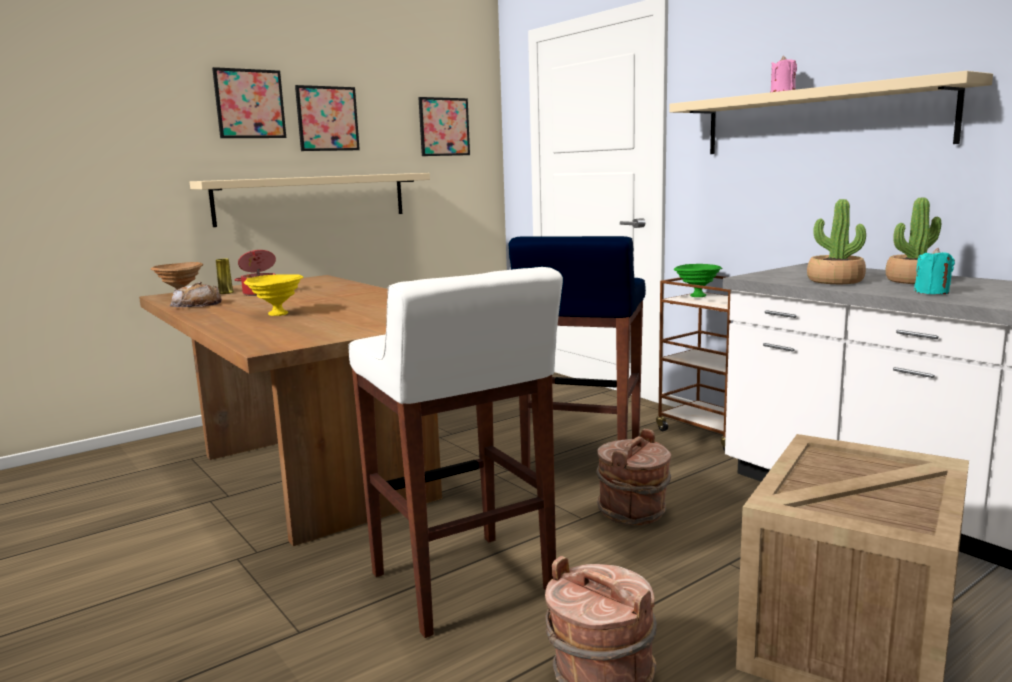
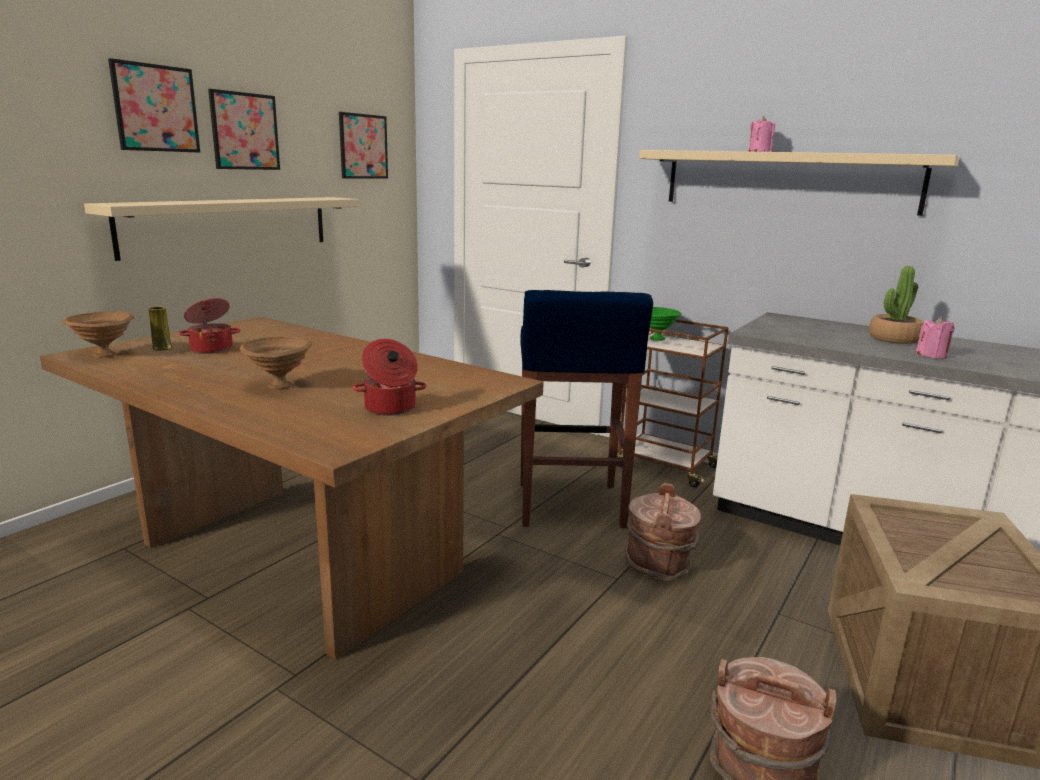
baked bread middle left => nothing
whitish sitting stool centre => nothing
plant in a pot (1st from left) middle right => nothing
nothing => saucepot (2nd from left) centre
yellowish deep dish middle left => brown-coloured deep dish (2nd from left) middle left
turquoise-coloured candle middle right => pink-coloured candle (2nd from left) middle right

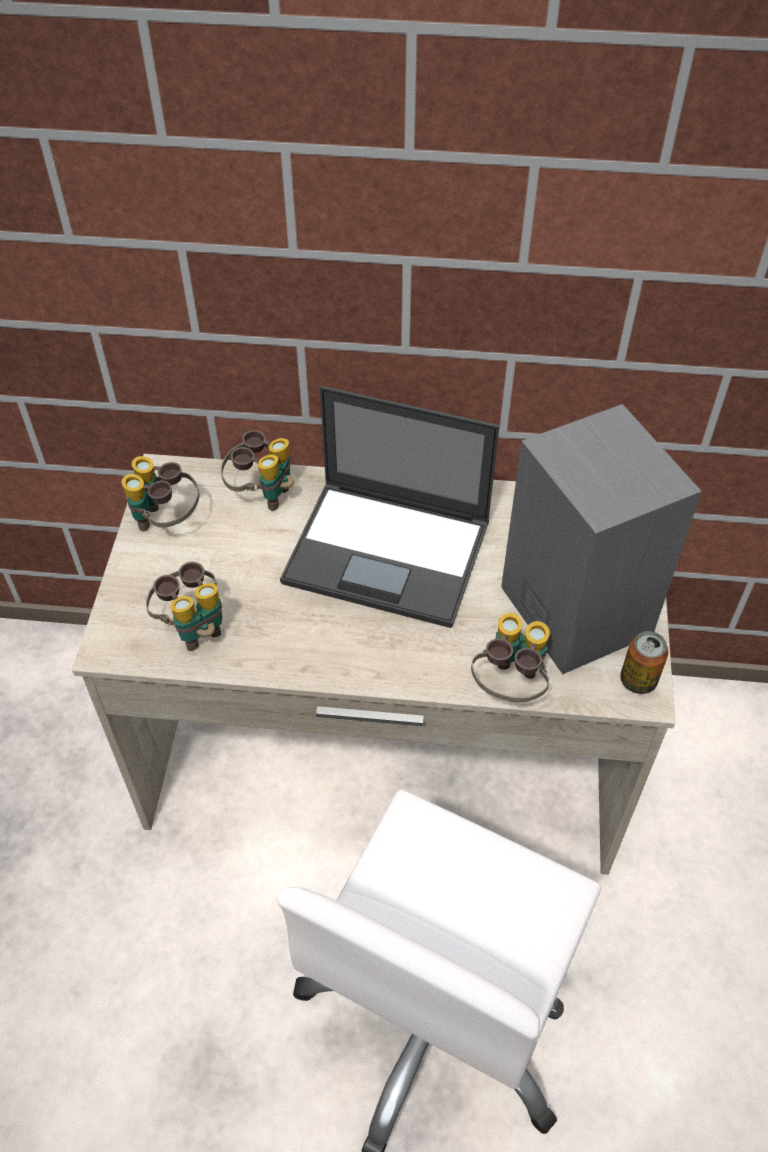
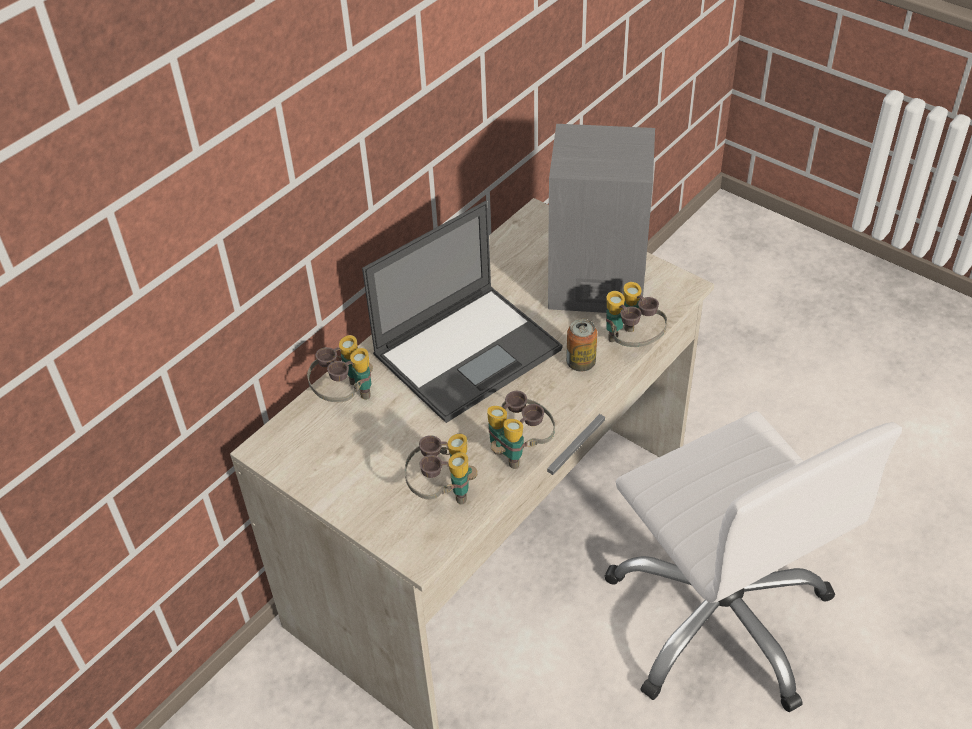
pair of binoculars (1st from left in the first image) middle left => pair of binoculars (3rd from left) centre, move
can middle right => can centre, move

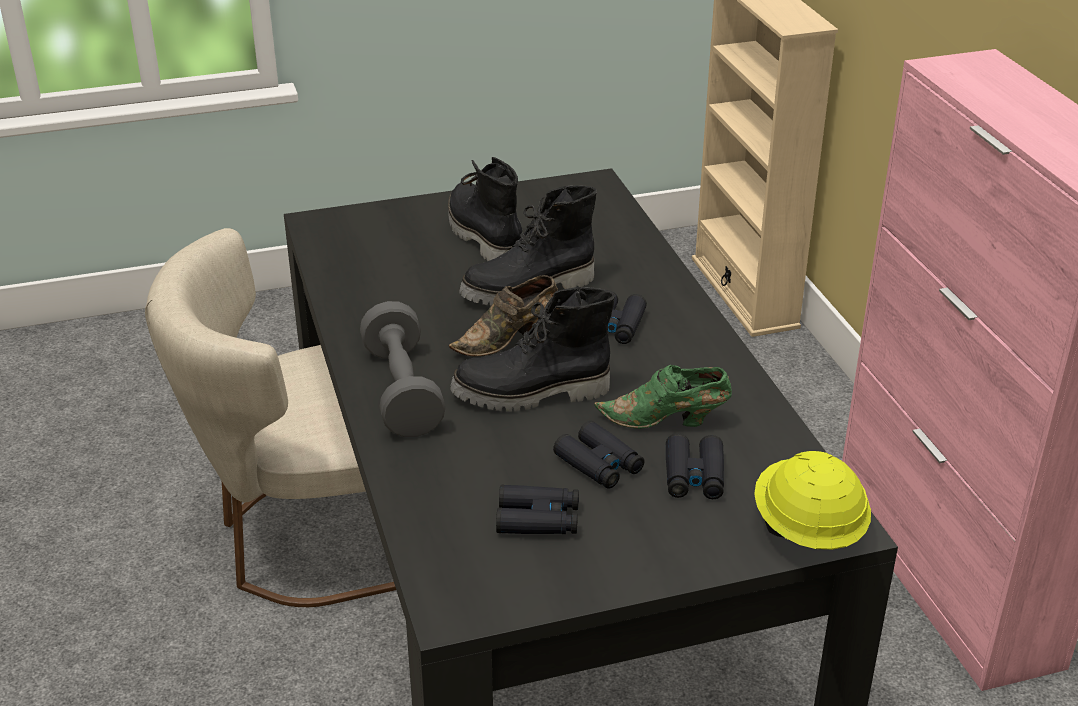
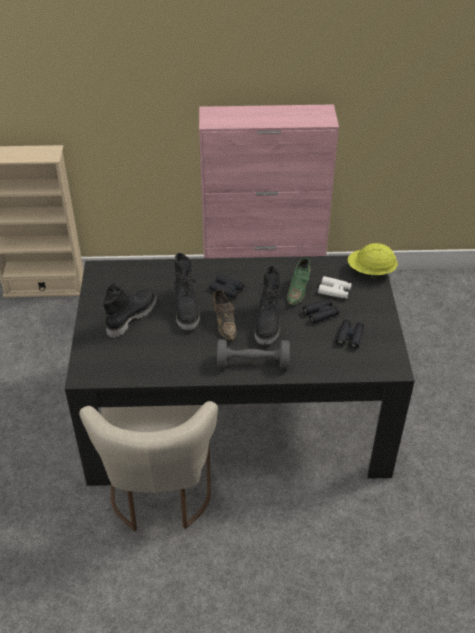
black pair of binoculars (4th from left) centre => whitish pair of binoculars middle right
black boot (1st from left) top centre => black boot (1st from left) middle left, 135 degrees clockwise

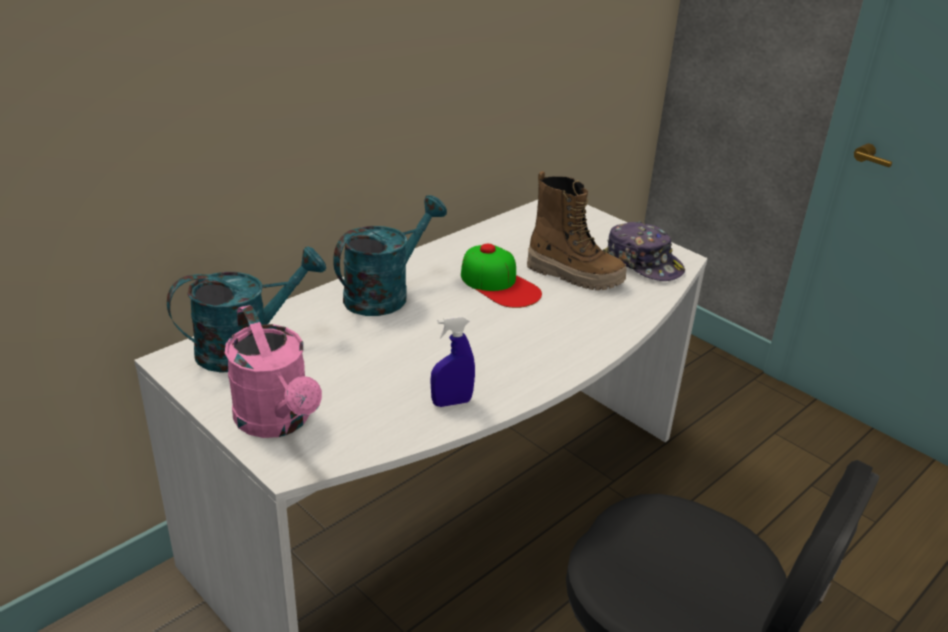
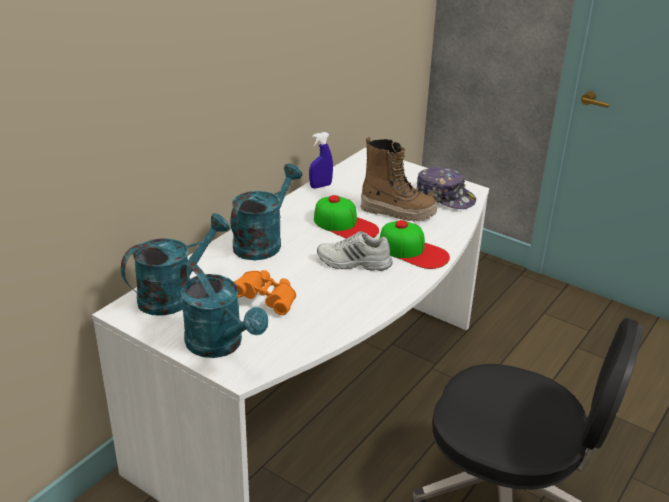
nothing => orange-coloured pair of binoculars centre
nothing => whitish low shoe centre
nothing => baseball cap (2nd from left) centre
blue-coloured spray bottle centre => blue-coloured spray bottle top centre, move
pink-coloured sprinkling can middle left => turquoise-coloured sprinkling can (2nd from left) centre

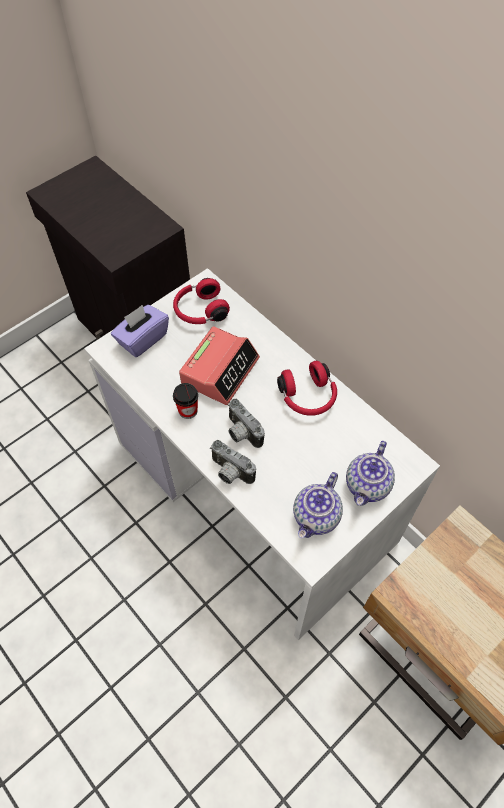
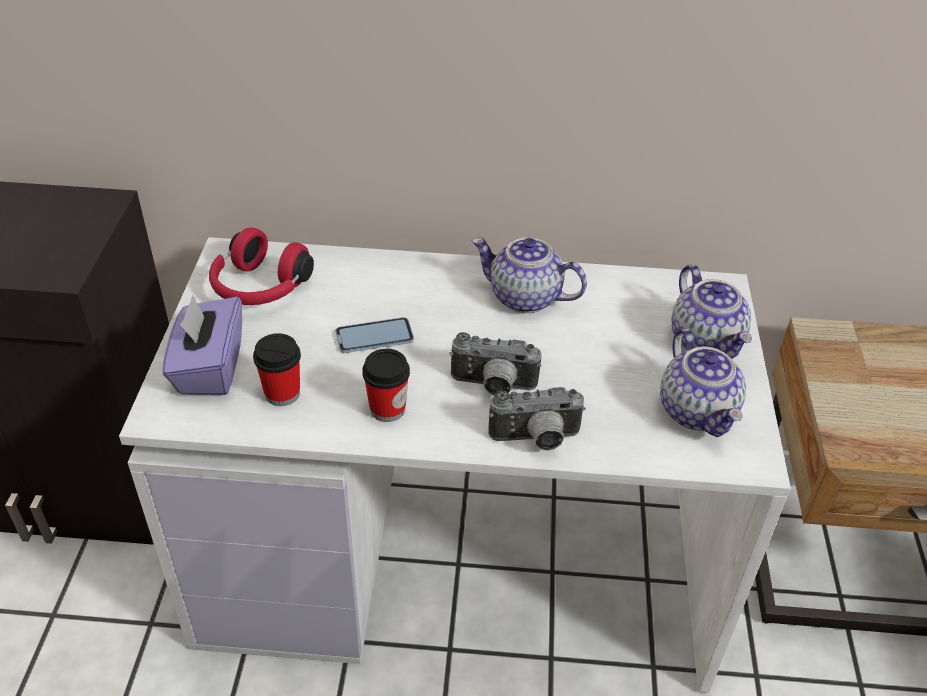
nothing => small cup (1st from left) middle left
bedside clock centre => telephone centre
reddish headset (2nd from left) centre => teapot (1st from left) centre

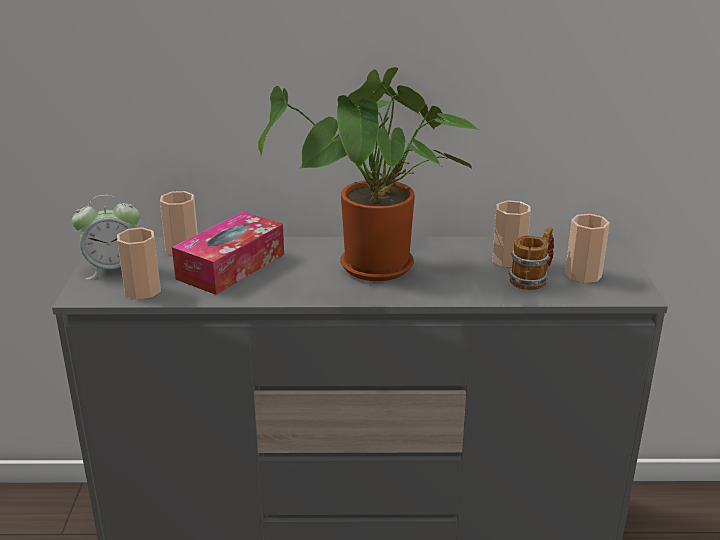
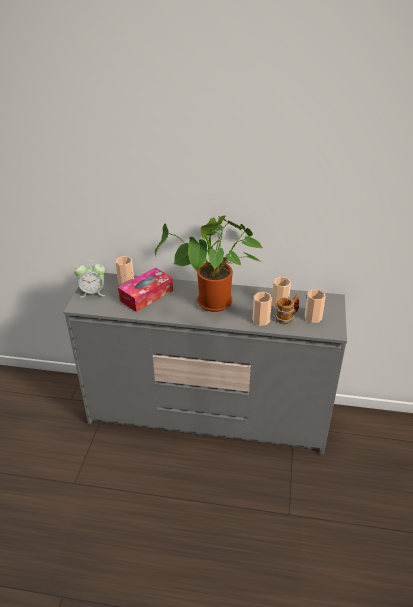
small cup (1st from left in the first image) middle left => small cup (2nd from left) centre, move

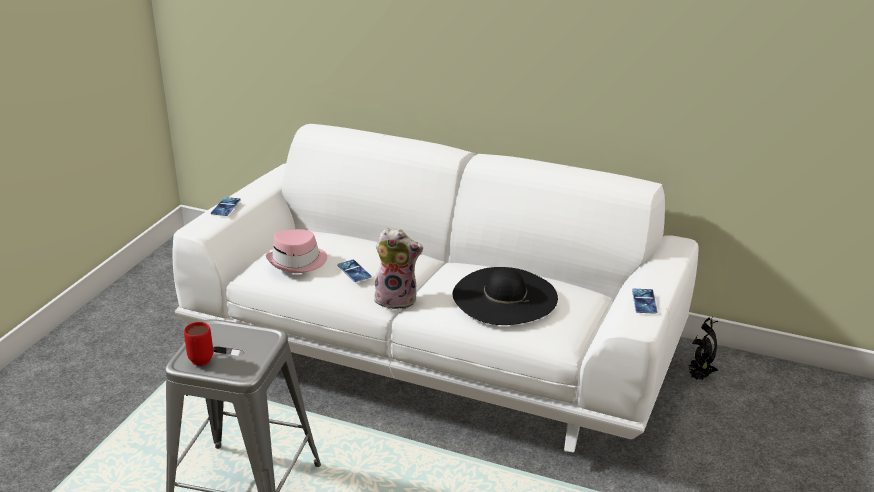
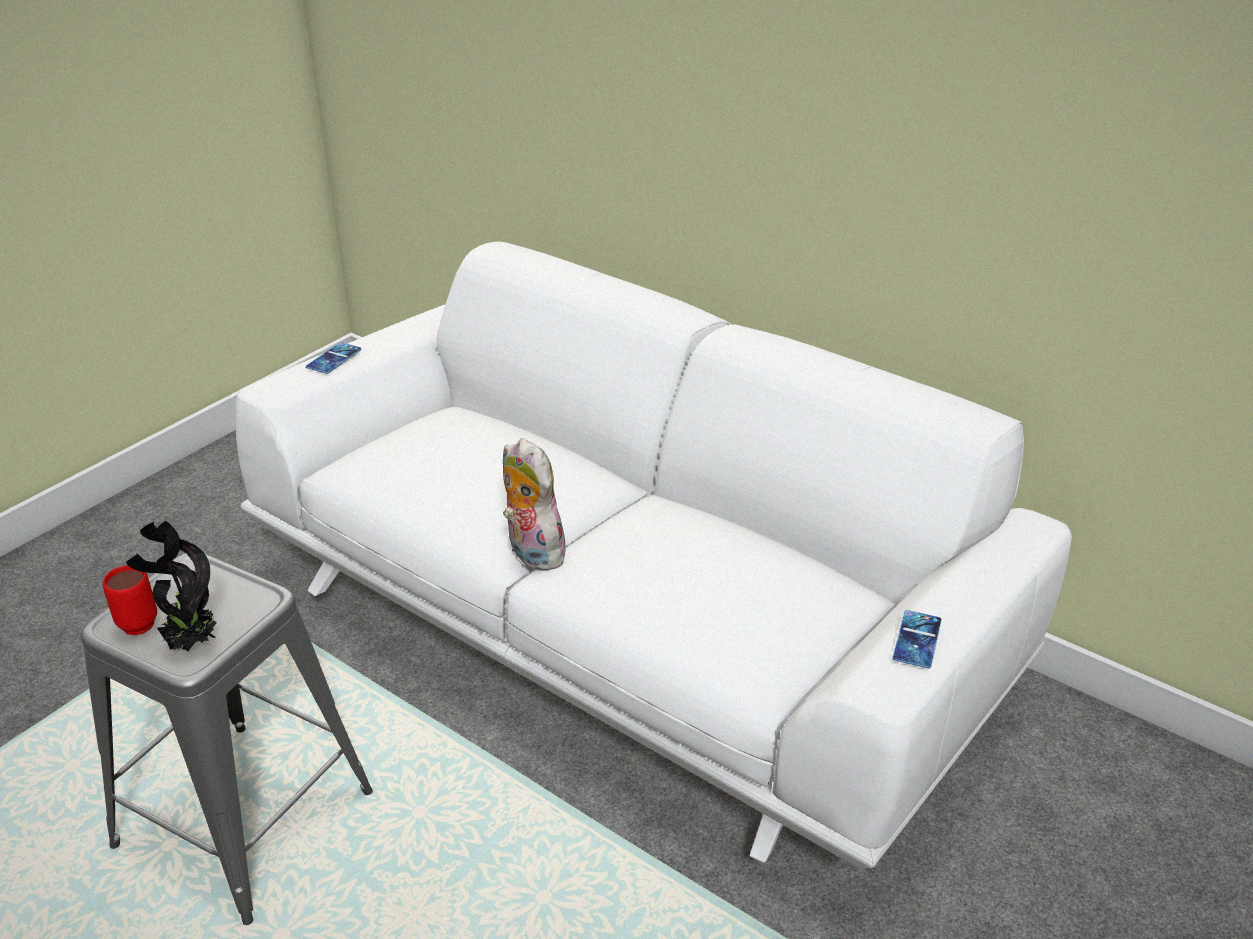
pink-coloured hat centre => nothing
telephone (2nd from left) centre => nothing
black hat centre => nothing
plant in a pot bottom right => plant in a pot middle left, move
cuddly toy centre, 150 degrees counterclockwise

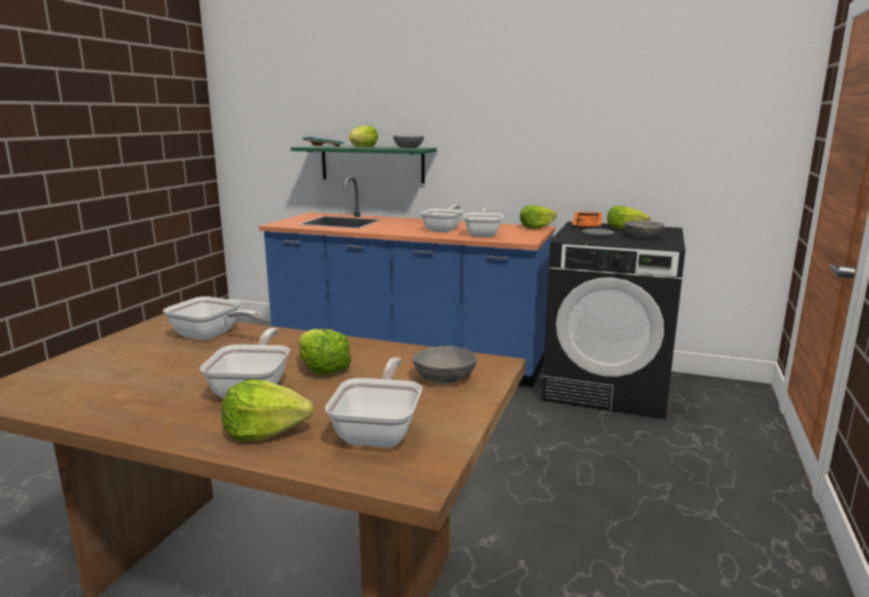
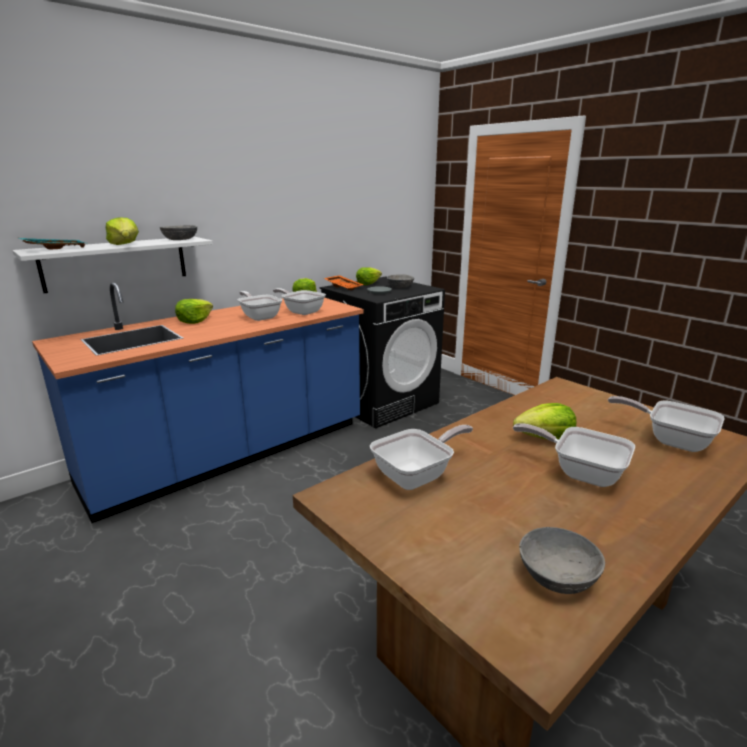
lettuce head (1st from left in the first image) bottom left => lettuce head (2nd from left) middle left, move
grey deep dish (2nd from left in the first image) centre => grey deep dish (3rd from left) bottom right, move
green wall shelf top centre => whitish wall shelf middle left

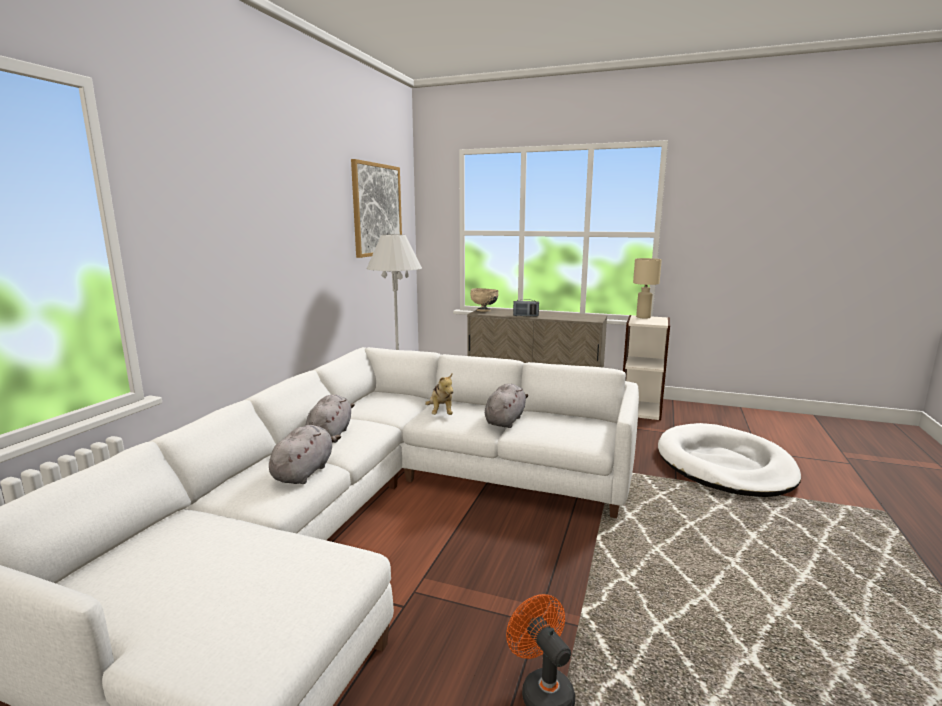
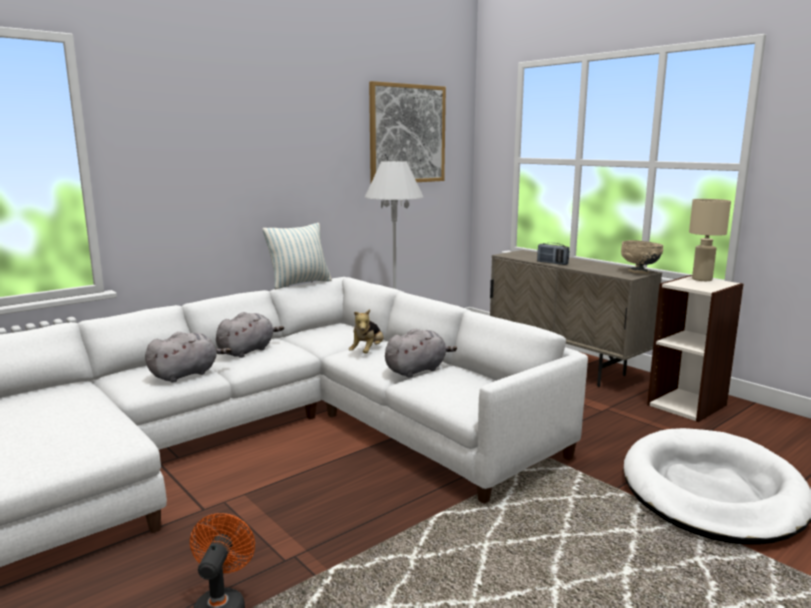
nothing => cushion centre
sand-coloured deep dish centre => sand-coloured deep dish middle right, move

